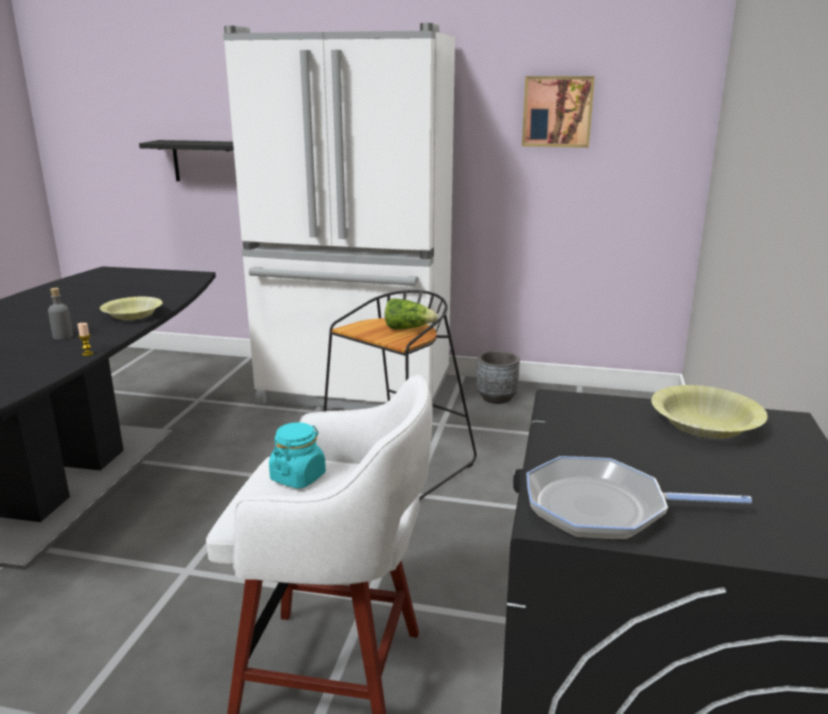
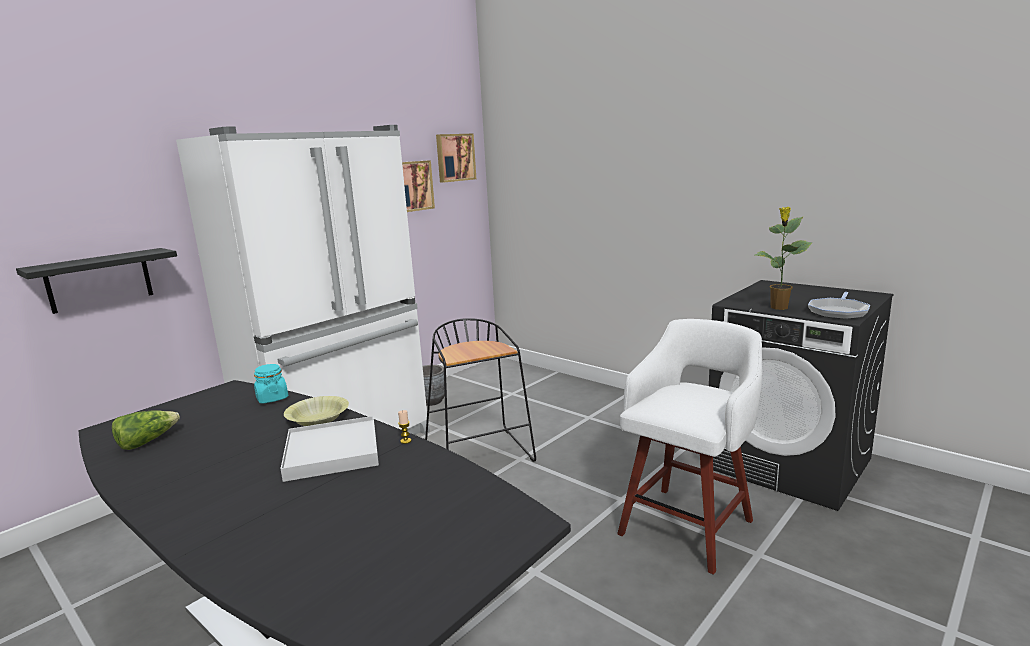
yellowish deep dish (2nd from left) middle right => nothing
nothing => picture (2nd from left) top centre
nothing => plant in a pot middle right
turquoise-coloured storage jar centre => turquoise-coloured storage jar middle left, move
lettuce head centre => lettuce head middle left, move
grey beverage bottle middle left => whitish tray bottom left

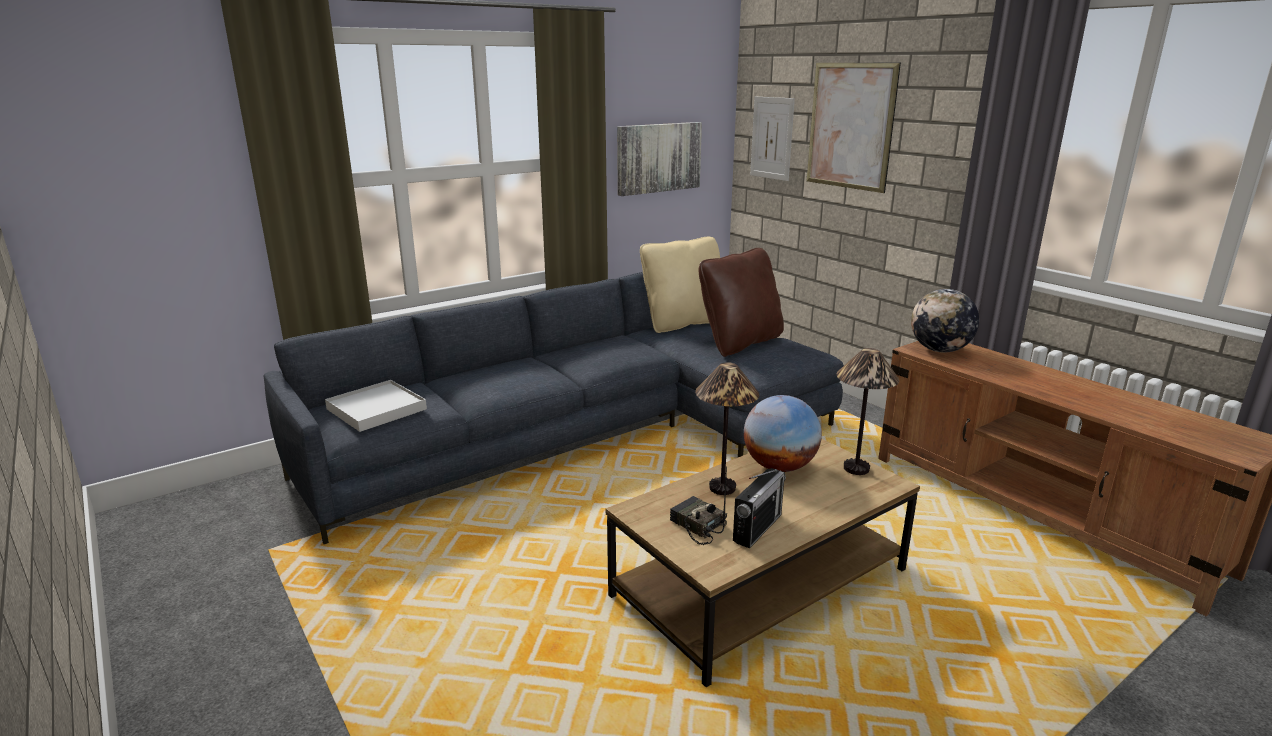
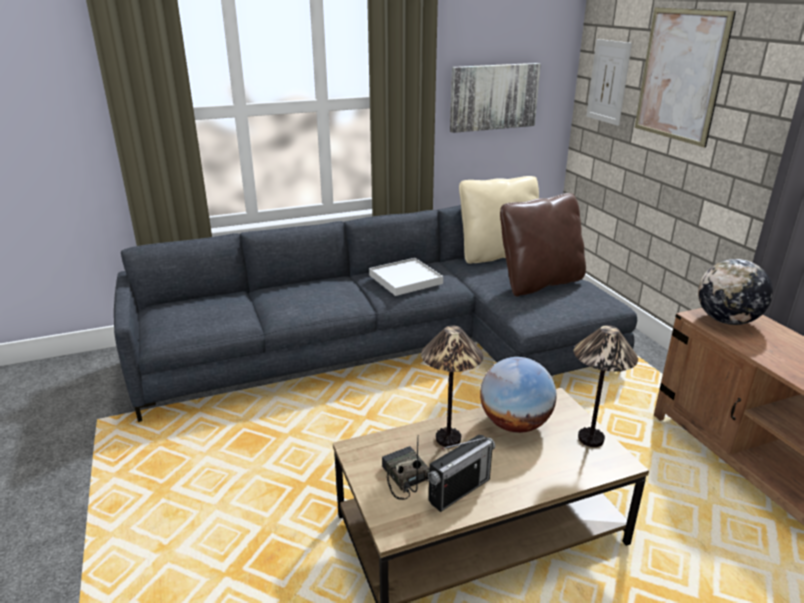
whitish tray middle left => whitish tray centre, move

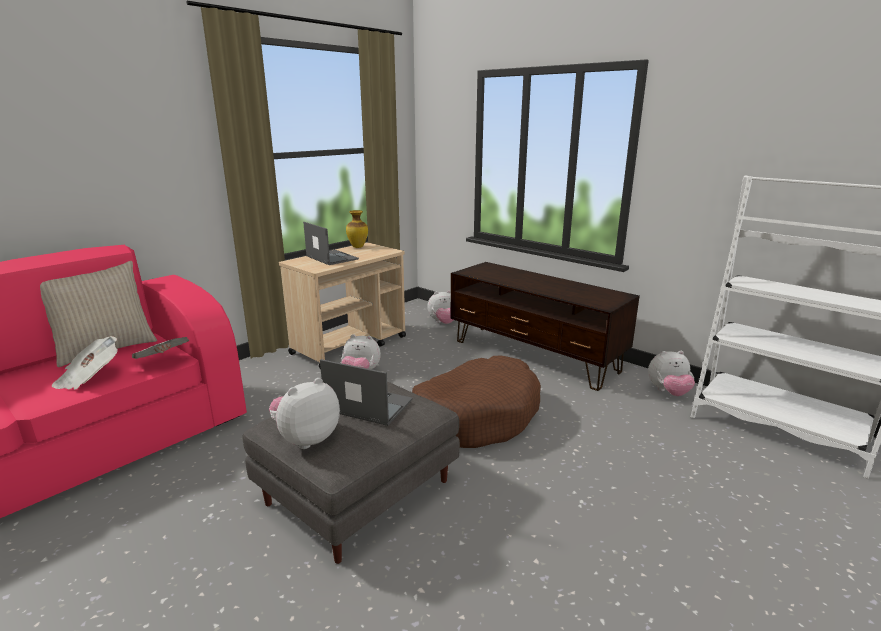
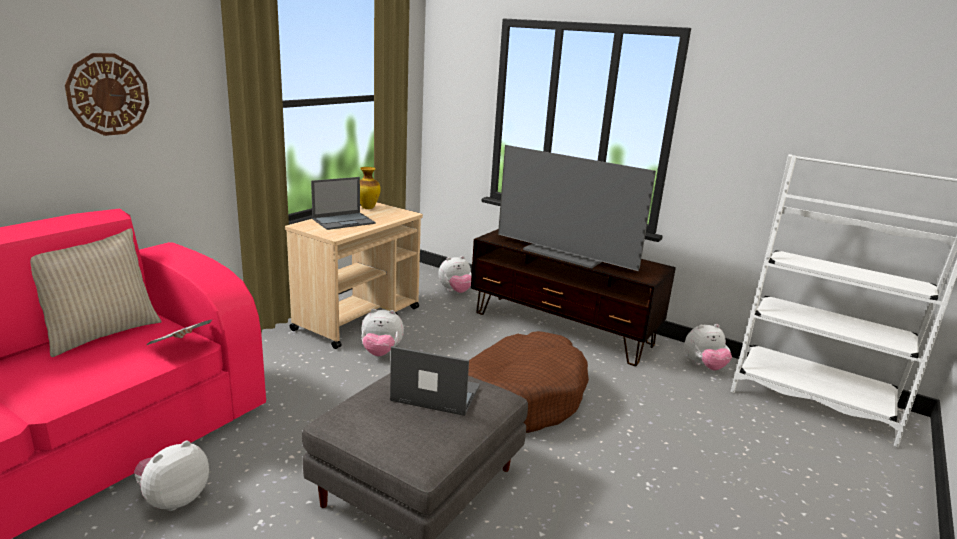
daily paper (1st from left) middle left => nothing
nothing => hanging clock top left
nothing => TV set centre
cuddly toy (1st from left) centre => cuddly toy (1st from left) bottom left, move
laptop (1st from left) centre, 105 degrees clockwise

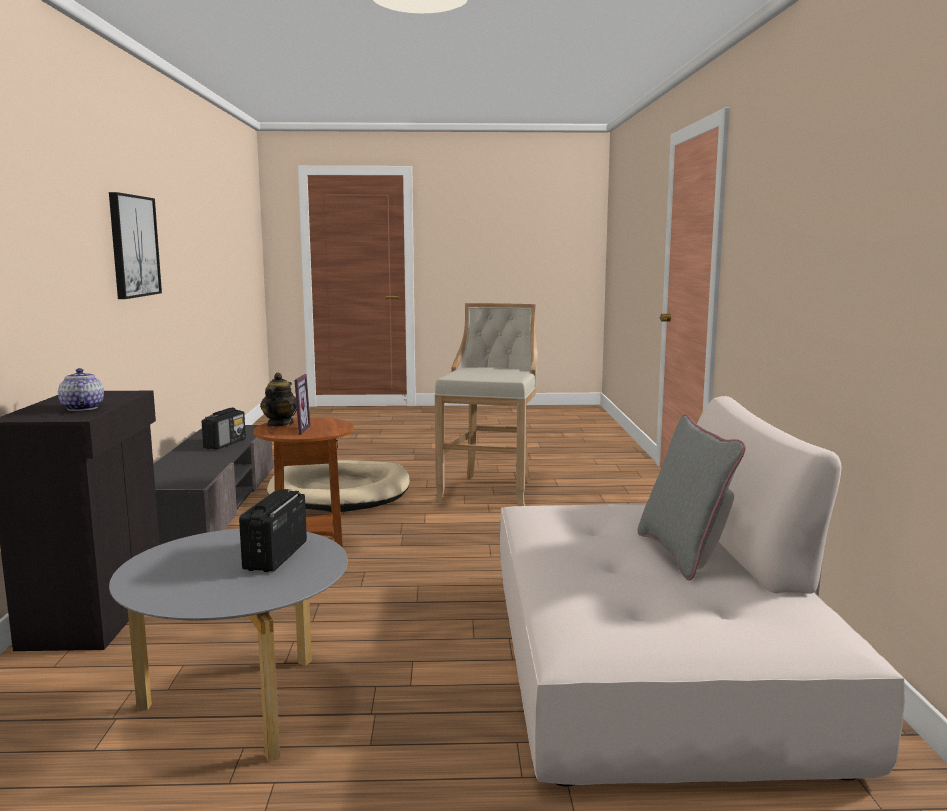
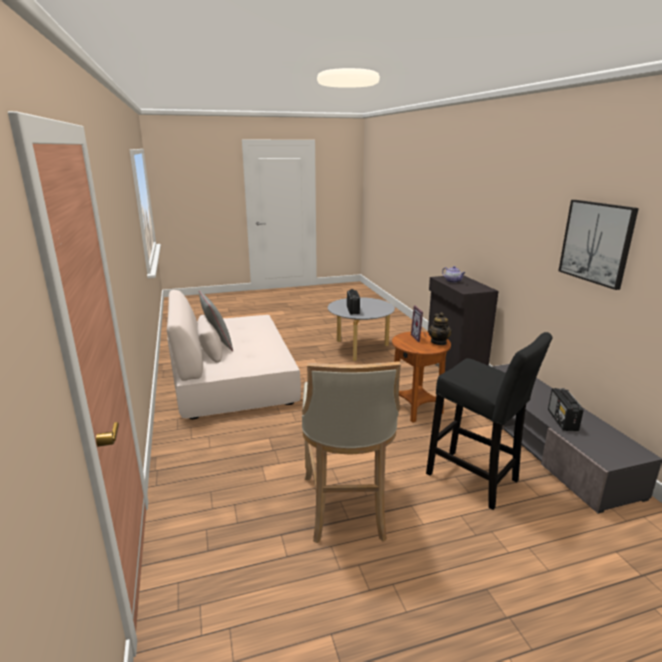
sand-coloured pet bed centre => black sitting stool middle right

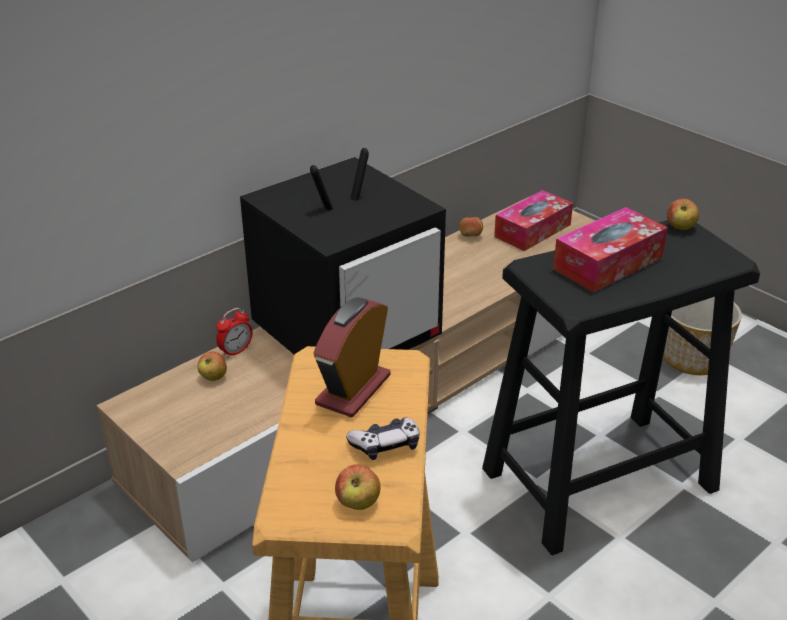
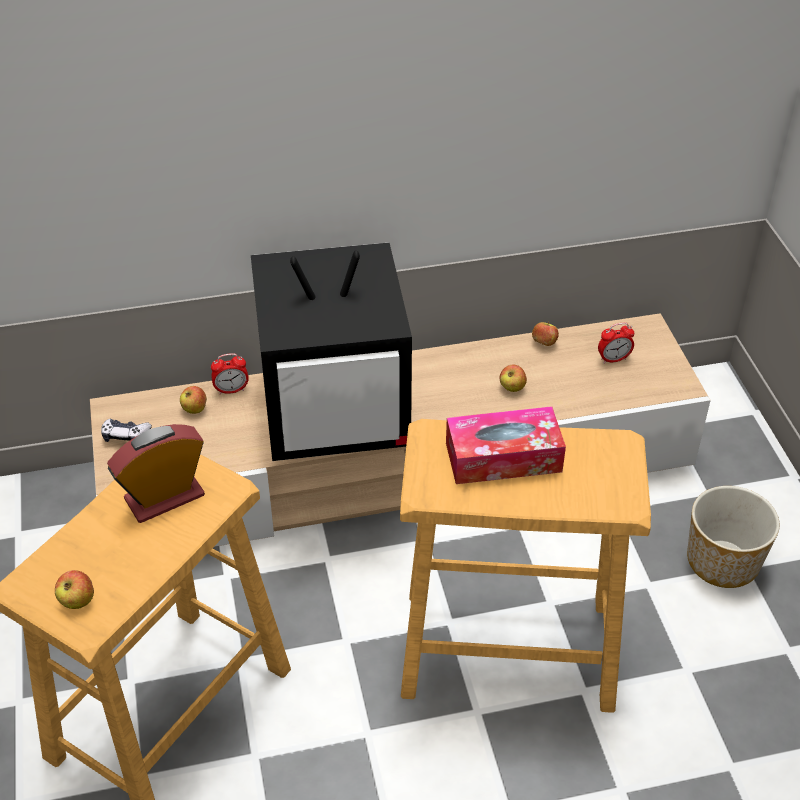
gamepad bottom centre => gamepad middle left, move
apple (4th from left in the first image) middle right => apple (3rd from left) centre, move
tissue box (1st from left) middle right => bedside clock (3rd from left) middle right
black sitting stool middle right => sand-coloured sitting stool (2nd from left) bottom centre

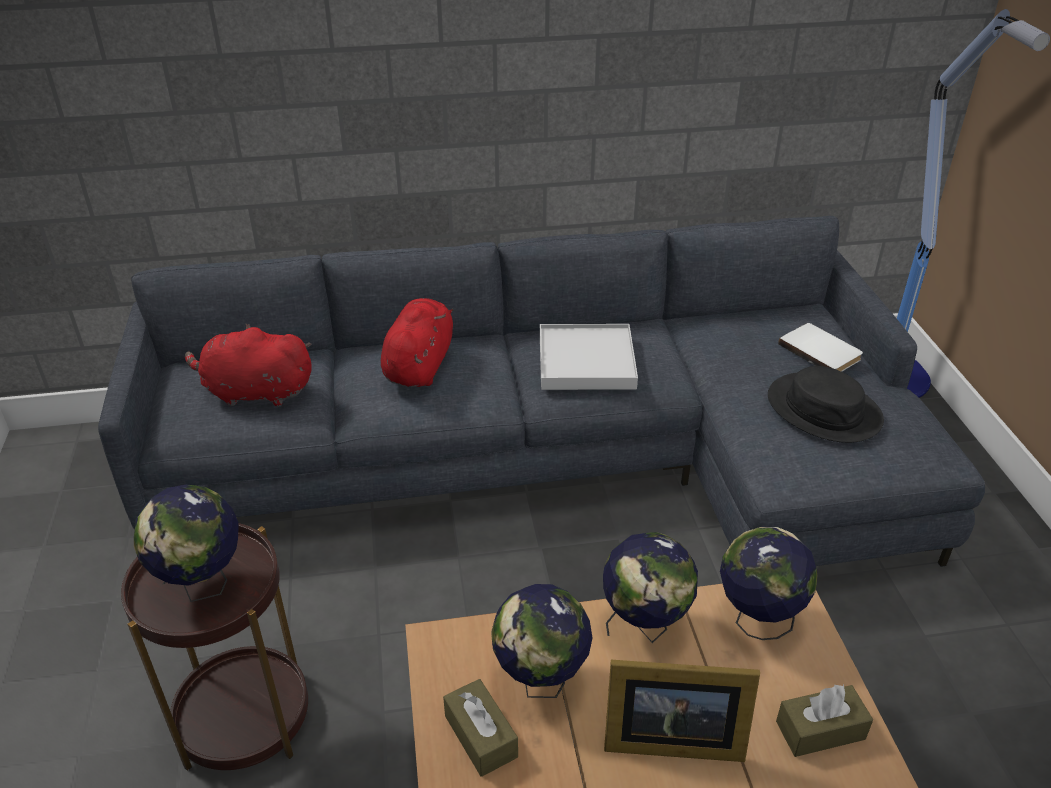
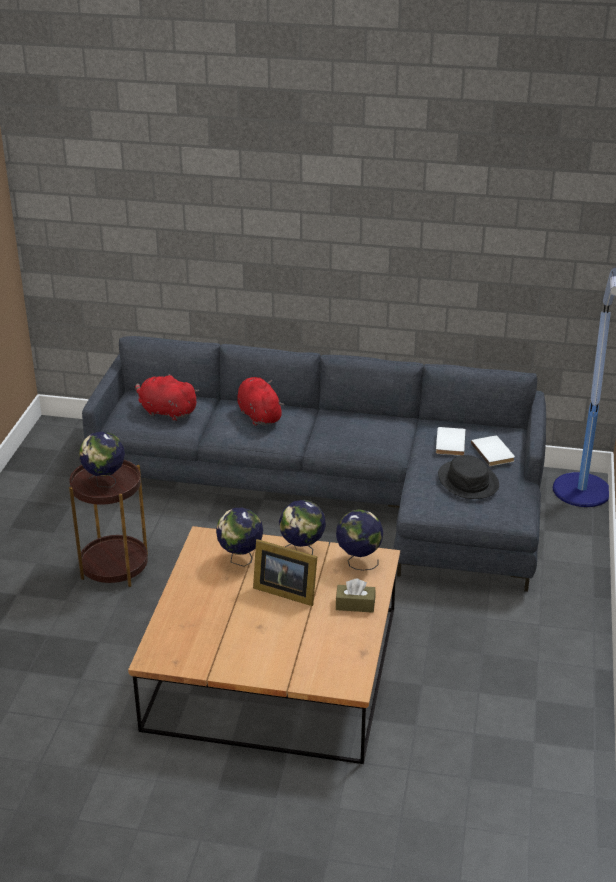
brown-coloured tissue box (1st from left) bottom centre => nothing
whitish tray centre => nothing
nothing => whitish volume (1st from left) middle right
reddish cuddly toy (2nd from left) centre, 60 degrees counterclockwise

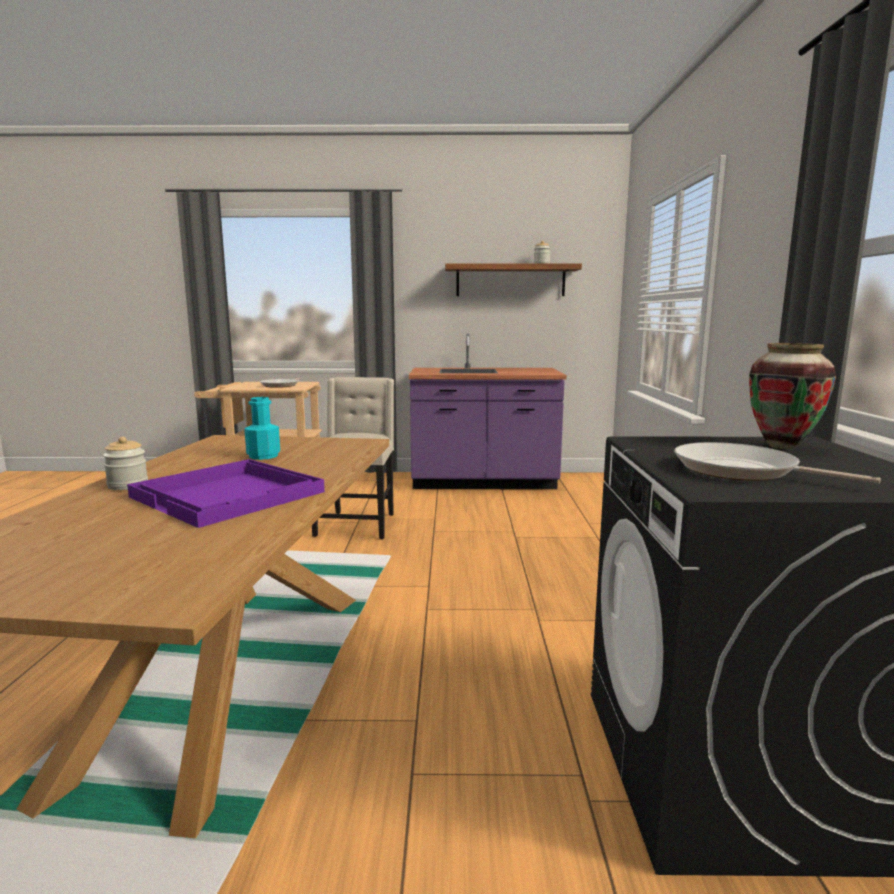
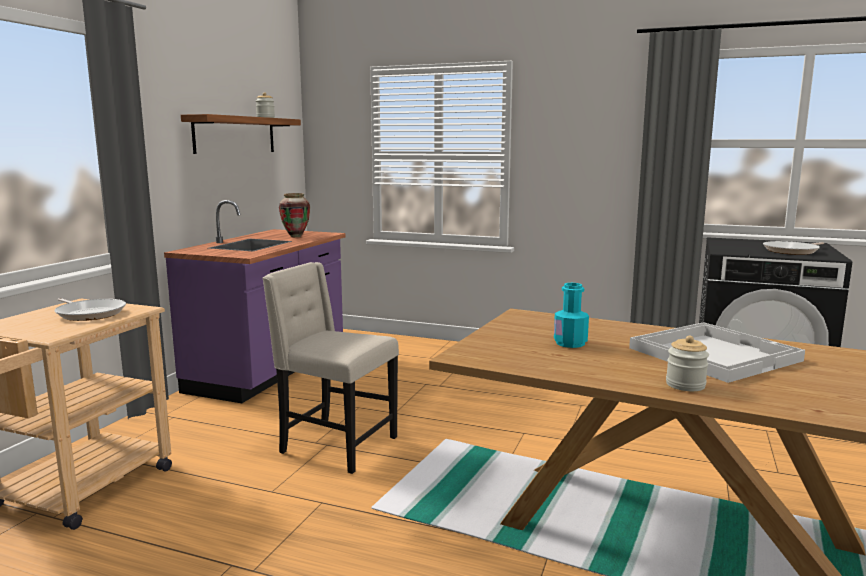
decorative vase middle right => decorative vase centre, move
purple tray middle left => whitish tray middle right

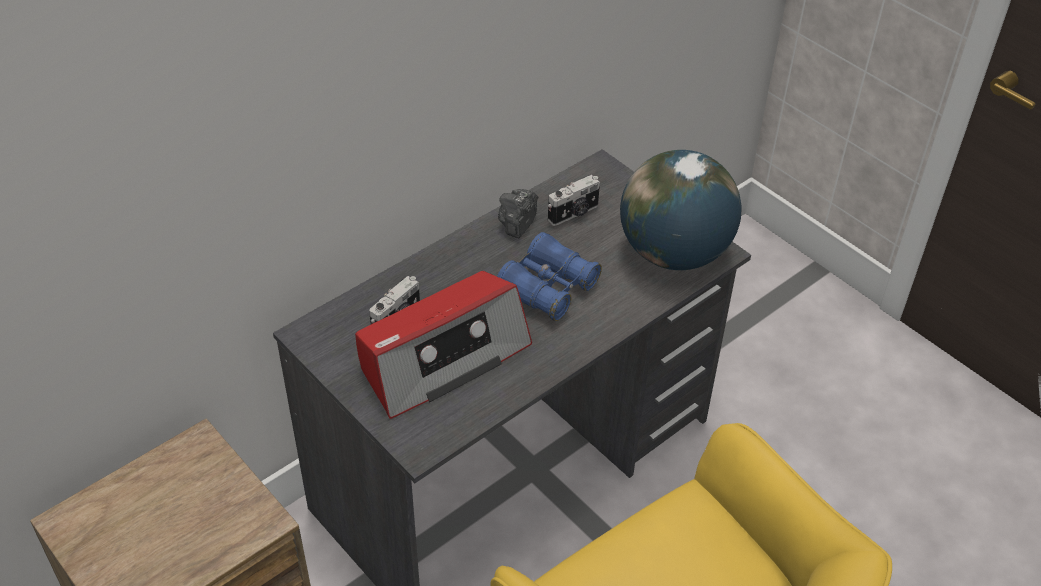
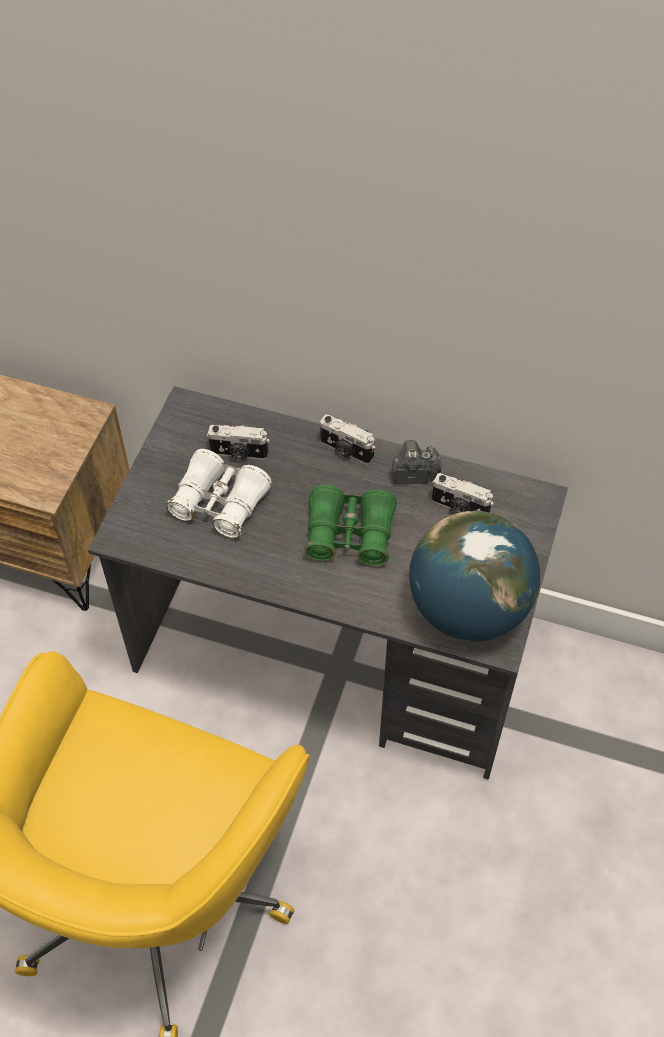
nothing => photo camera (2nd from left) centre
radio centre => whitish pair of binoculars middle left
blue-coloured pair of binoculars centre => green pair of binoculars centre

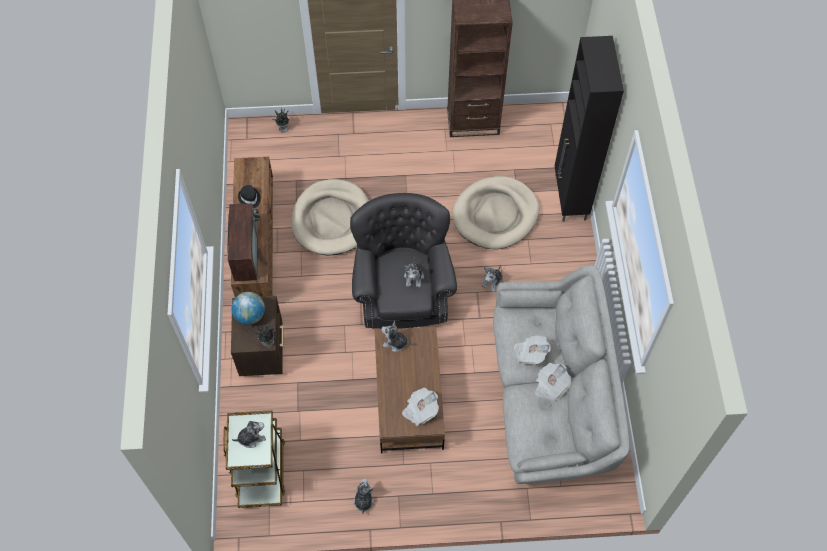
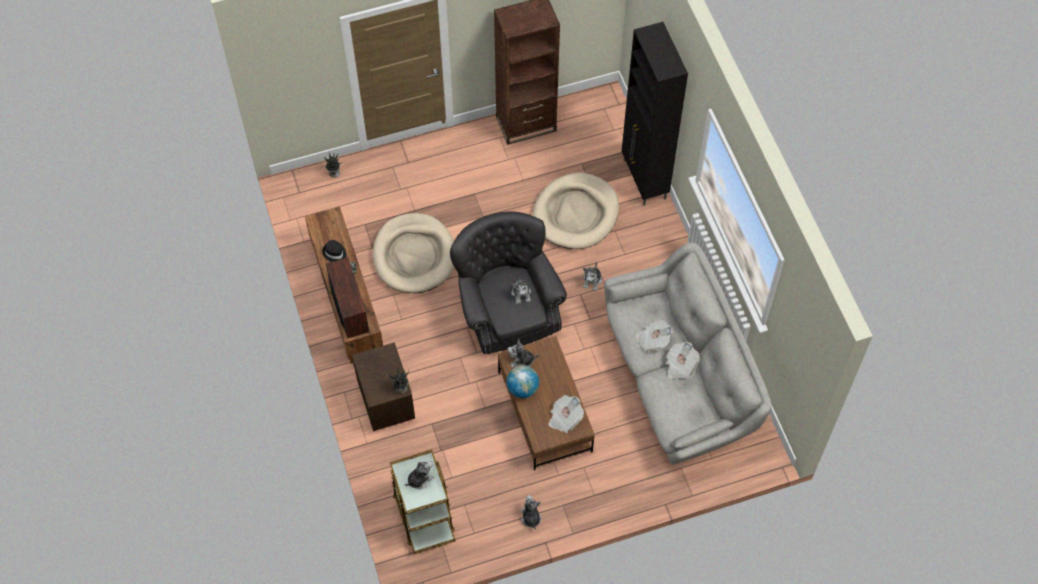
desk globe middle left => desk globe centre, move

